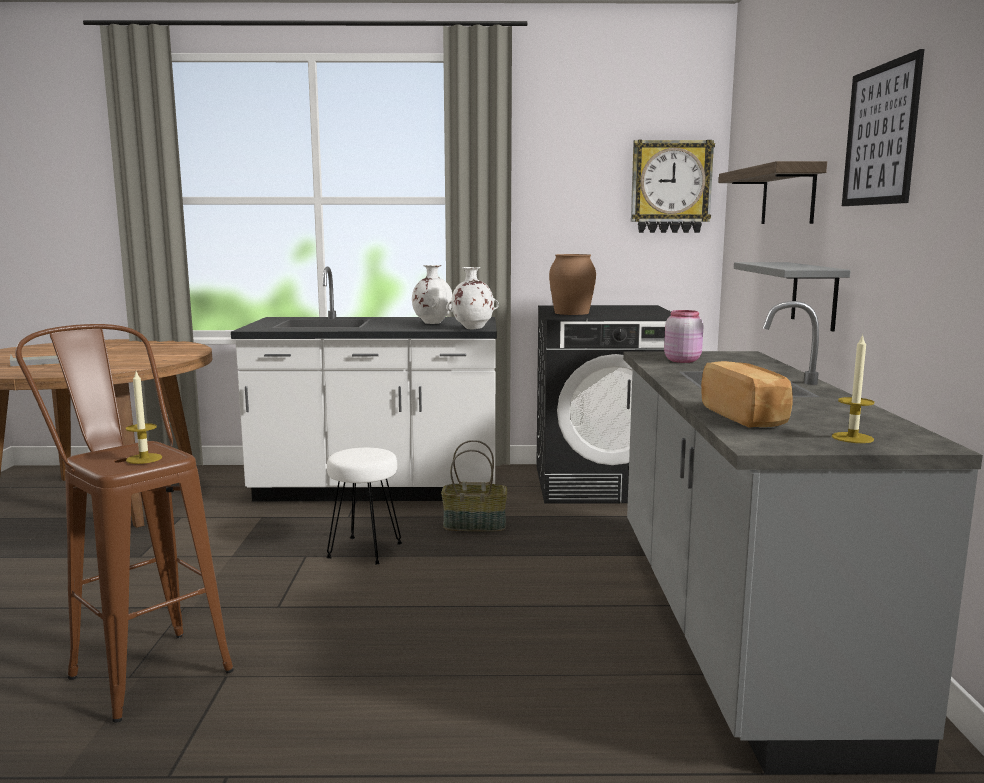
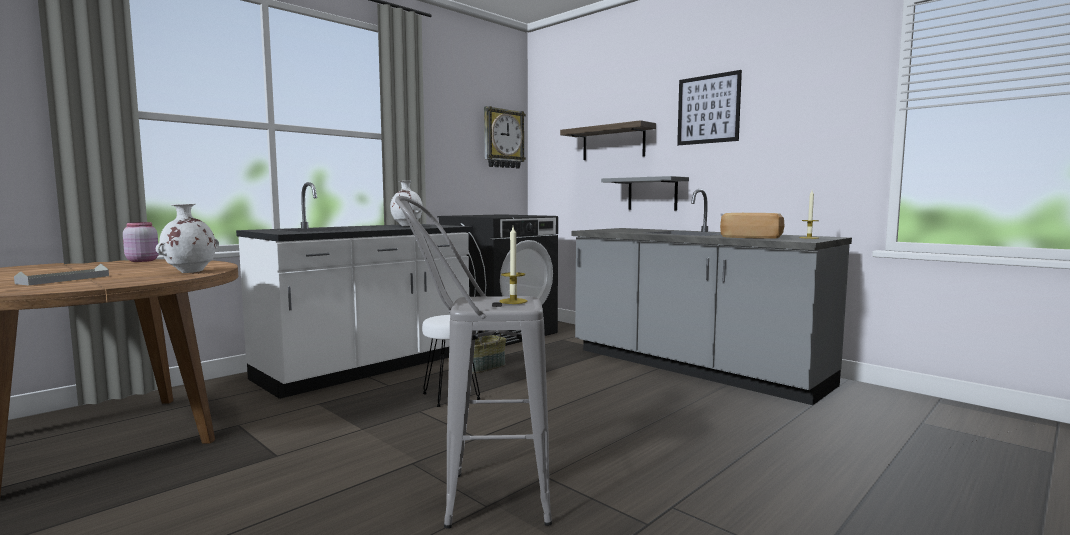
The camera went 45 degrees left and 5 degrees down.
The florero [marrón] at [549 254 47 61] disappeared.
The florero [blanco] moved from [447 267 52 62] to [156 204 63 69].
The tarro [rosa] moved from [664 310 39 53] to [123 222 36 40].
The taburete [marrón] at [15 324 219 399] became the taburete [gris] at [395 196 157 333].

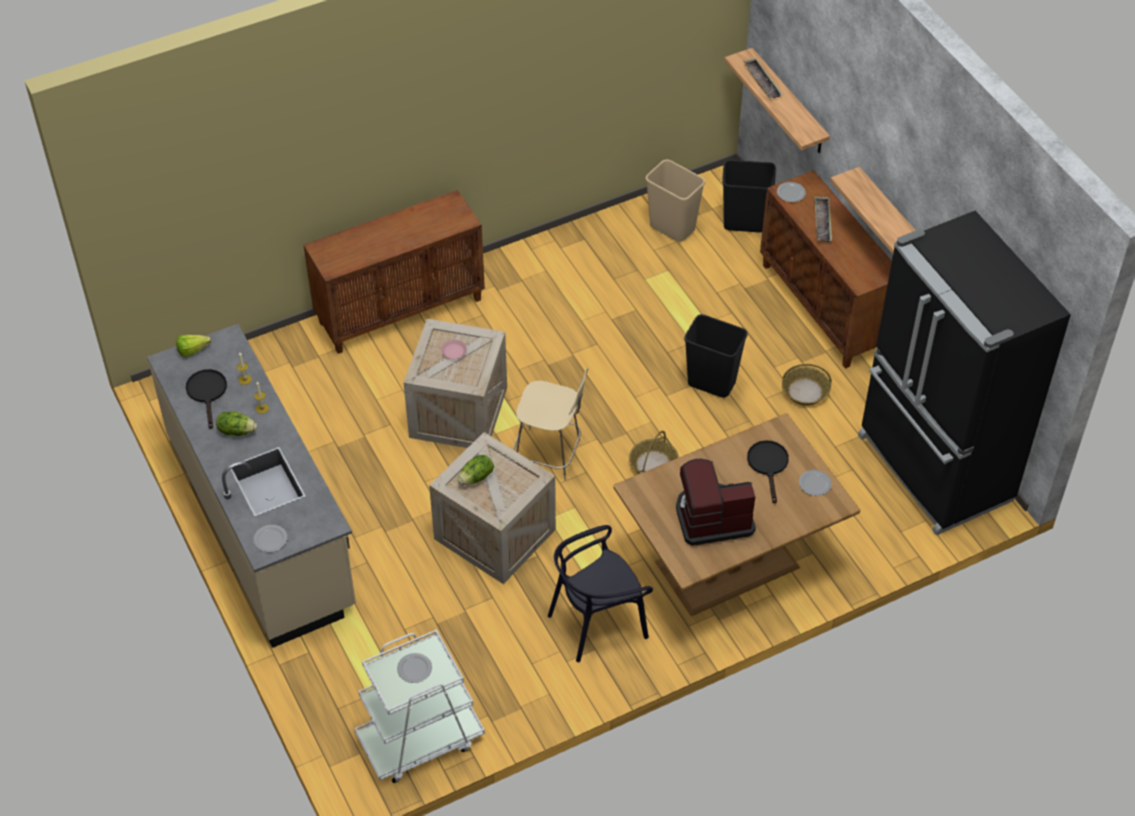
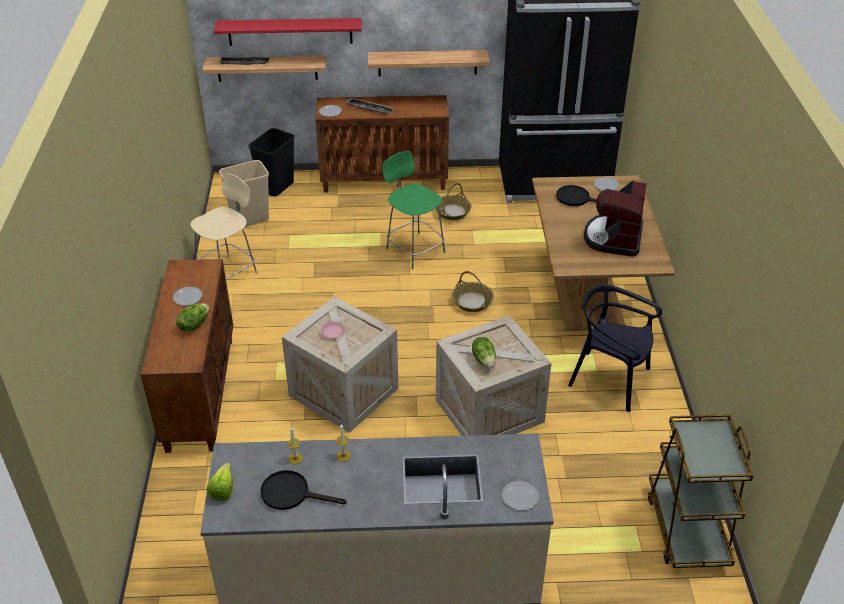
The camera went 65 degrees left and 10 degrees down.
The papelera [negro] at [684 314 64 84] was replaced by the taburete [verde] at [382 151 63 118].
The taburete [beis] moved from [513 368 75 113] to [190 173 67 106].
The lechuga moved from [216 411 41 25] to [176 303 34 29].
The silla [negro] at [548 525 105 137] turned 120 degrees clockwise.
The carrito [blanco] at [354 629 131 154] became the carrito [marrón] at [648 414 106 154].
The plato moved from [397 653 35 30] to [173 287 29 19].
The estante [rojo] at [213 18 149 28] appeared.

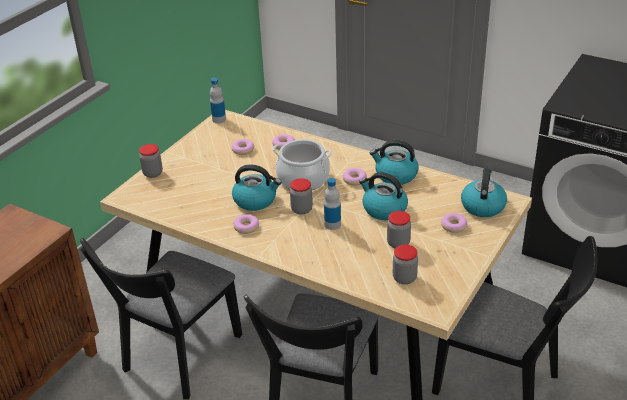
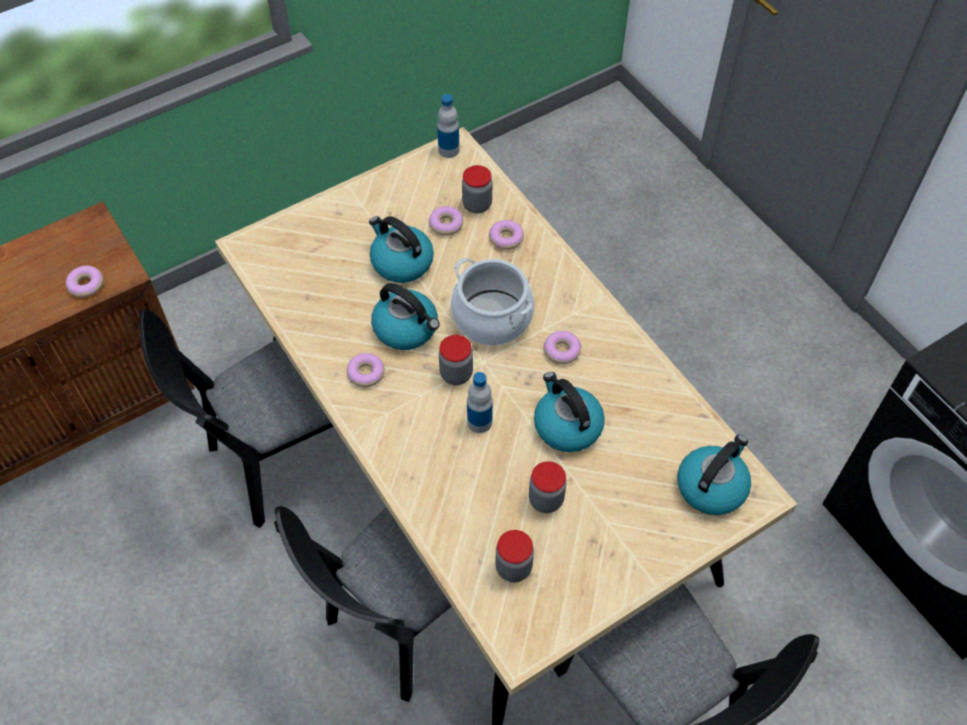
The camera went 25 degrees right and 20 degrees up.
The hervidor moved from [370 140 49 45] to [369 216 65 67].
The tarro moved from [139 144 24 34] to [462 165 30 48].
The rosquilla moved from [441 213 27 20] to [66 266 37 31].

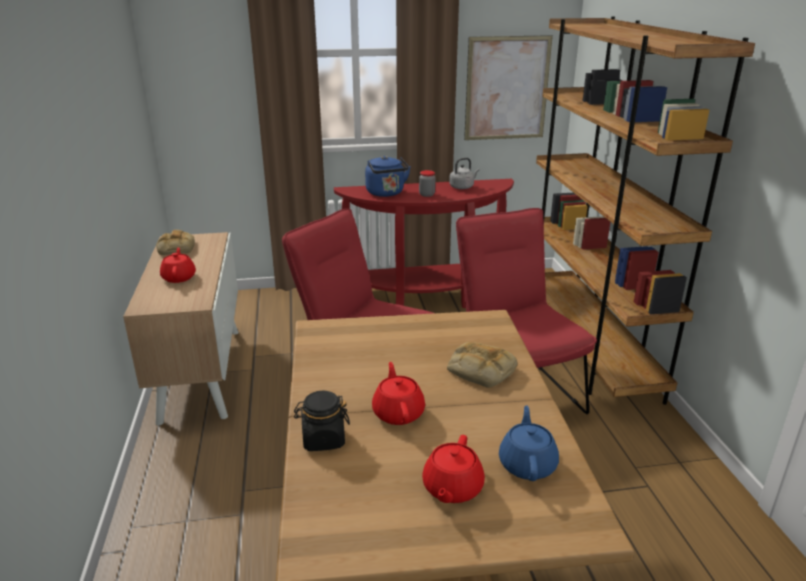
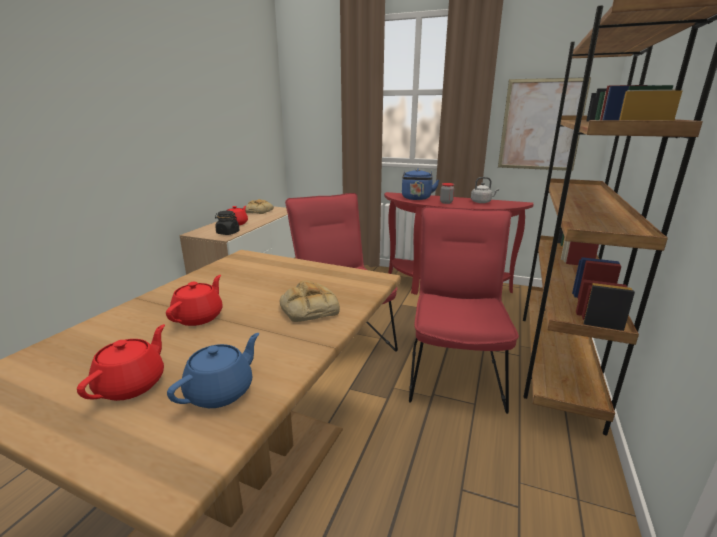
The camera went 30 degrees right and 5 degrees down.
The tarro [negro] moved from [294 391 56 60] to [215 210 25 25].
The tetera [rojo] at [422 435 63 68] turned 150 degrees clockwise.

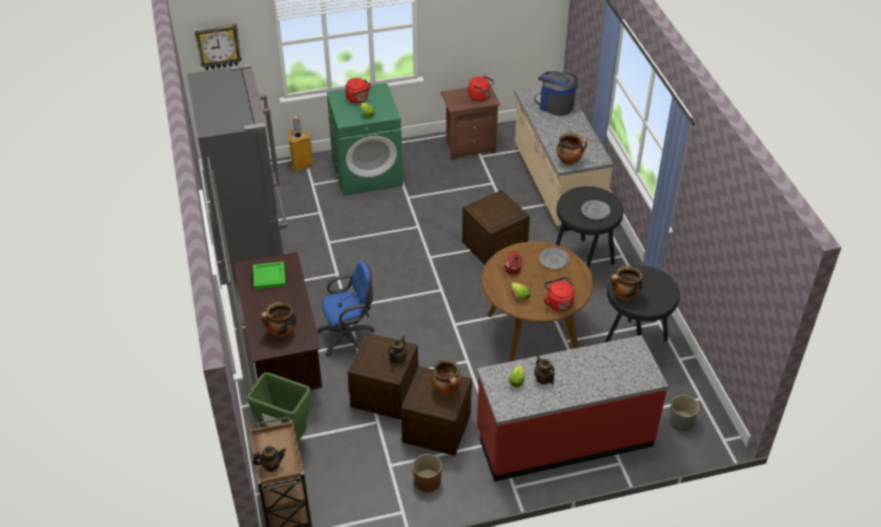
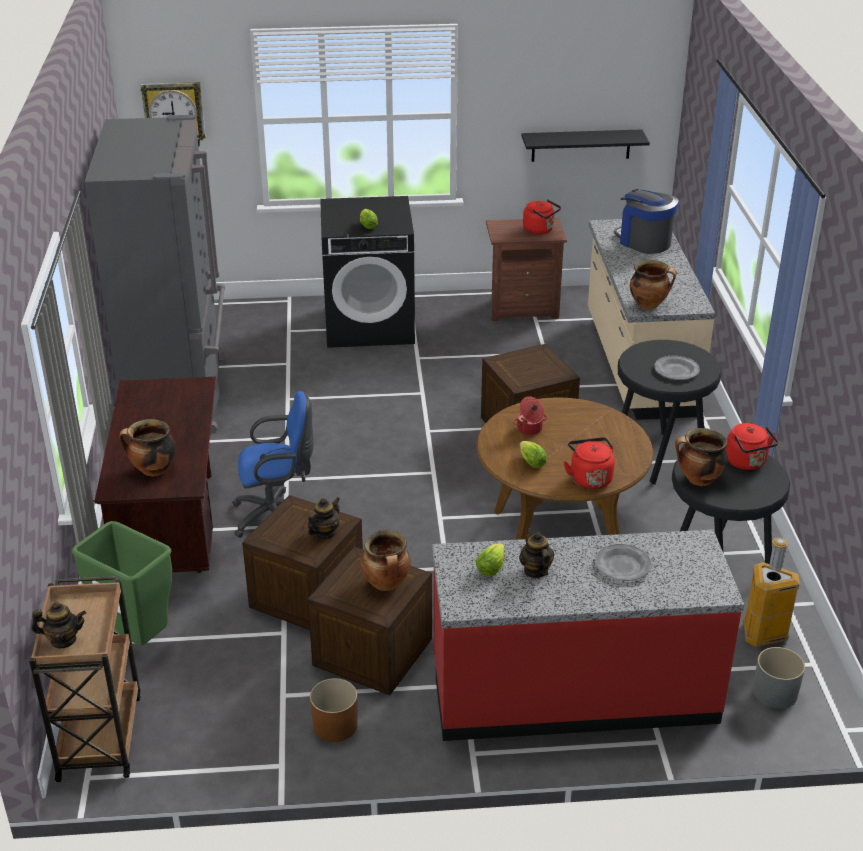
The camera went 10 degrees right and 10 degrees down.
The hervidor [rojo] moved from [345 78 26 25] to [726 423 53 47].
The lavadora [verde] at [326 83 77 113] became the lavadora [negro] at [320 196 95 152].
The papelera moved from [288 115 25 57] to [744 537 56 110].
The plato [gris] moved from [539 248 31 21] to [595 544 57 37].
The bandeja [verde] at [253 262 33 27] disappeared.
The estante [negro] at [521 129 129 33] appeared.

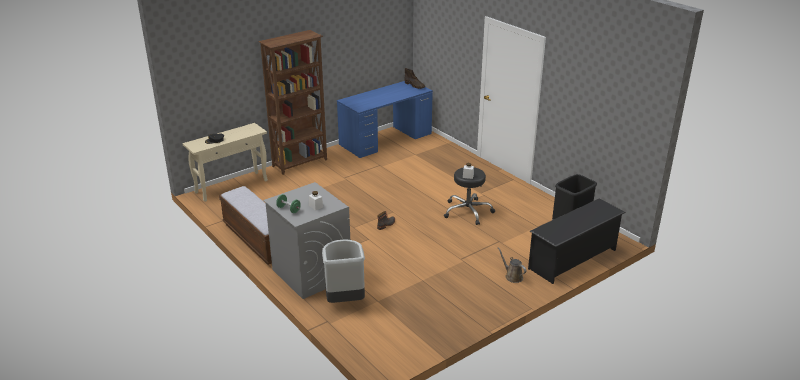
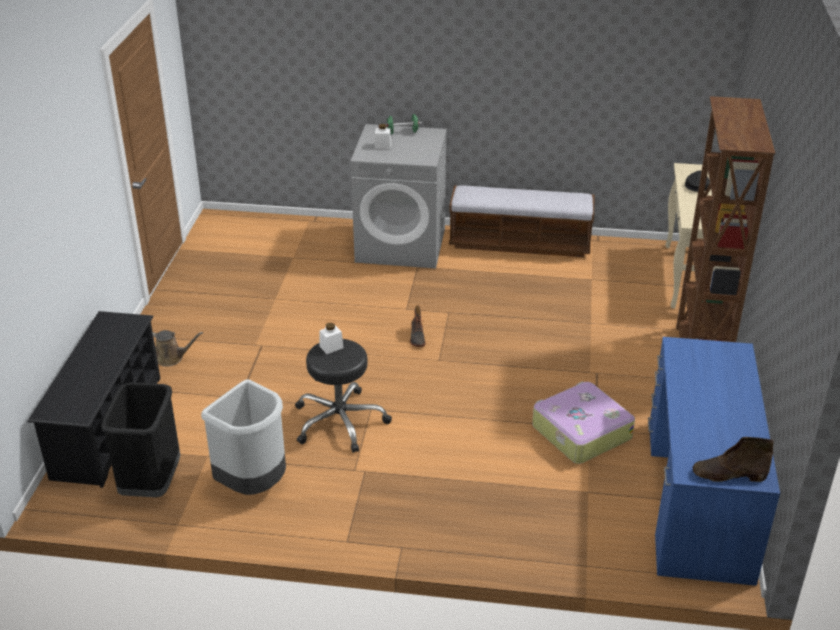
The camera went 135 degrees right and 5 degrees up.
The papelera [gris] moved from [322 239 43 64] to [201 380 85 115].
The maleta at [532 381 103 83] appeared.

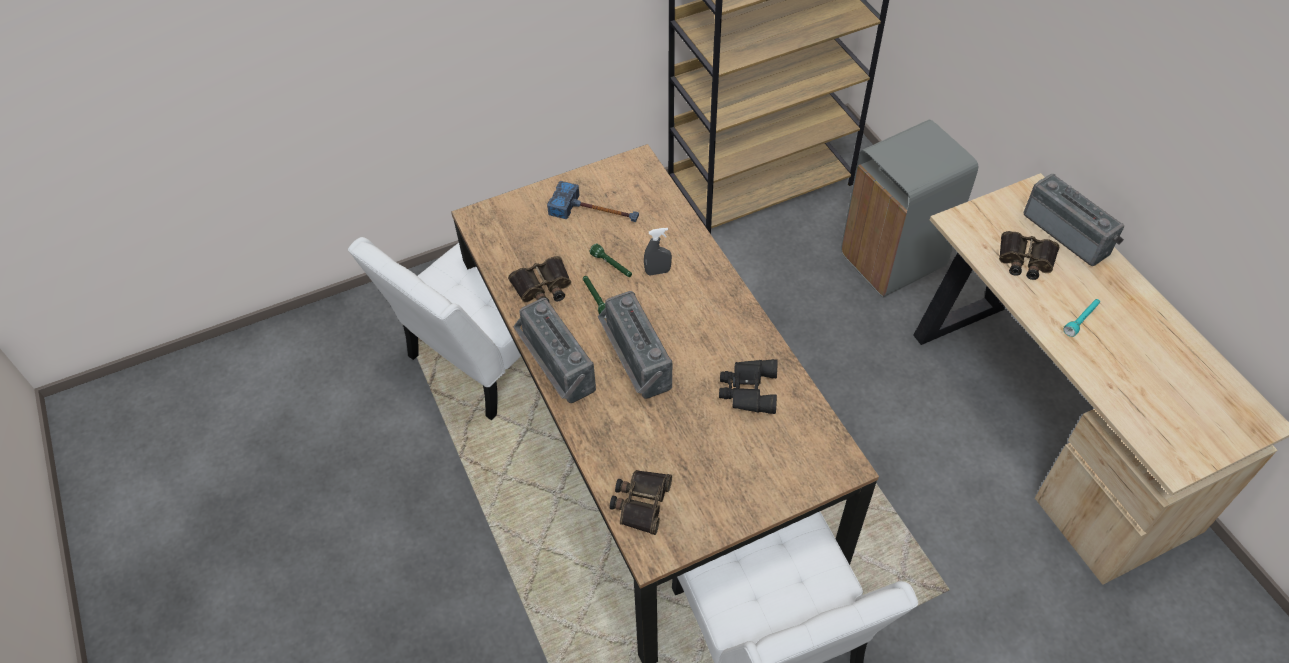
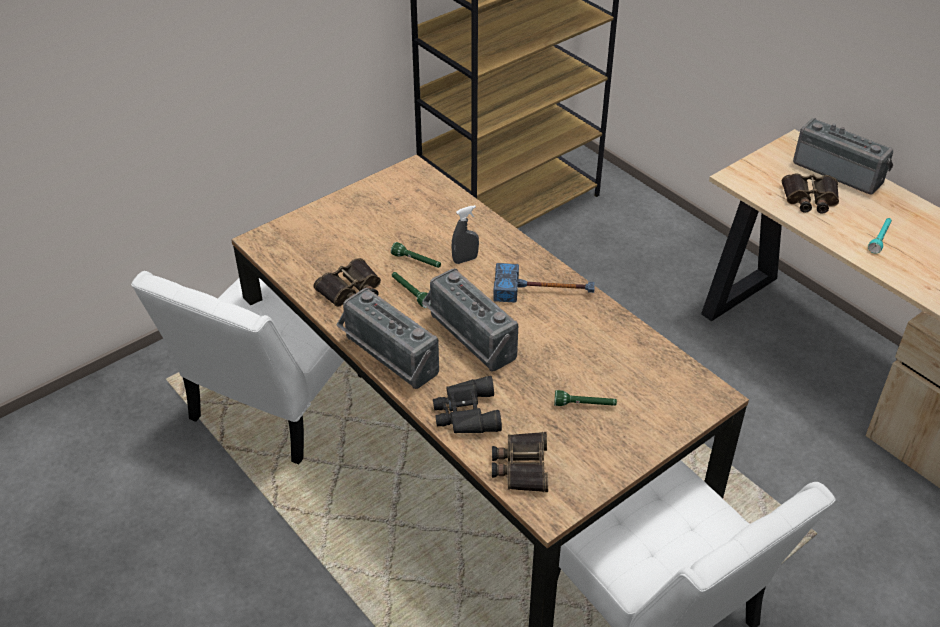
The camera went 15 degrees left and 10 degrees down.
The papelera [gris] at [841 120 137 177] disappeared.
The martillo moved from [547 181 92 41] to [493 263 102 39].
The prismáticos [negro] moved from [719 359 59 55] to [433 376 69 57].
The linterna [verde] at [554 390 63 16] appeared.

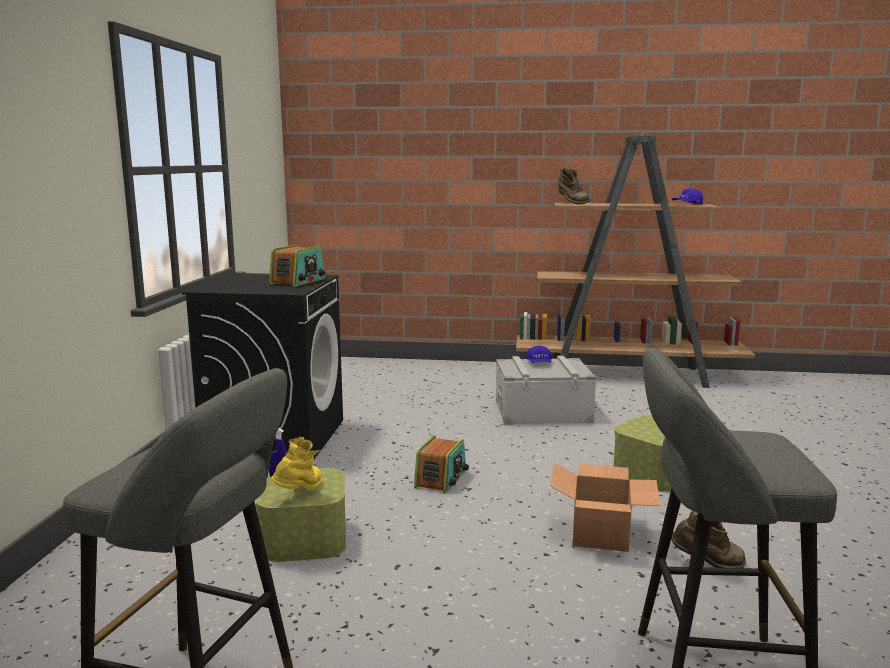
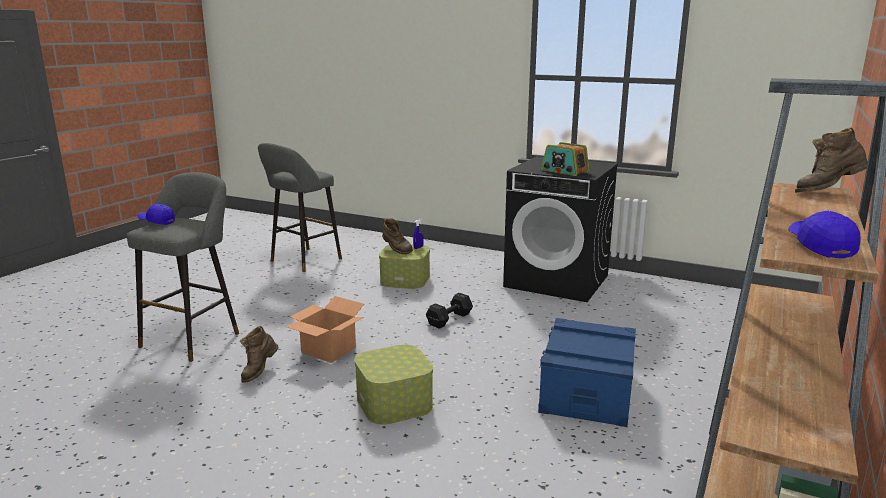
The camera went 110 degrees right and 5 degrees up.
The gorra [azul] moved from [526 346 26 17] to [138 204 37 21].
The caja de almacenaje [gris] at [496 356 100 69] became the caja de almacenaje [azul] at [538 318 98 109].
The radio at [414 435 55 59] was replaced by the mancuerna [negro] at [426 293 47 36].
The bota [amarillo] at [270 437 52 53] became the bota [marrón] at [382 218 31 36].

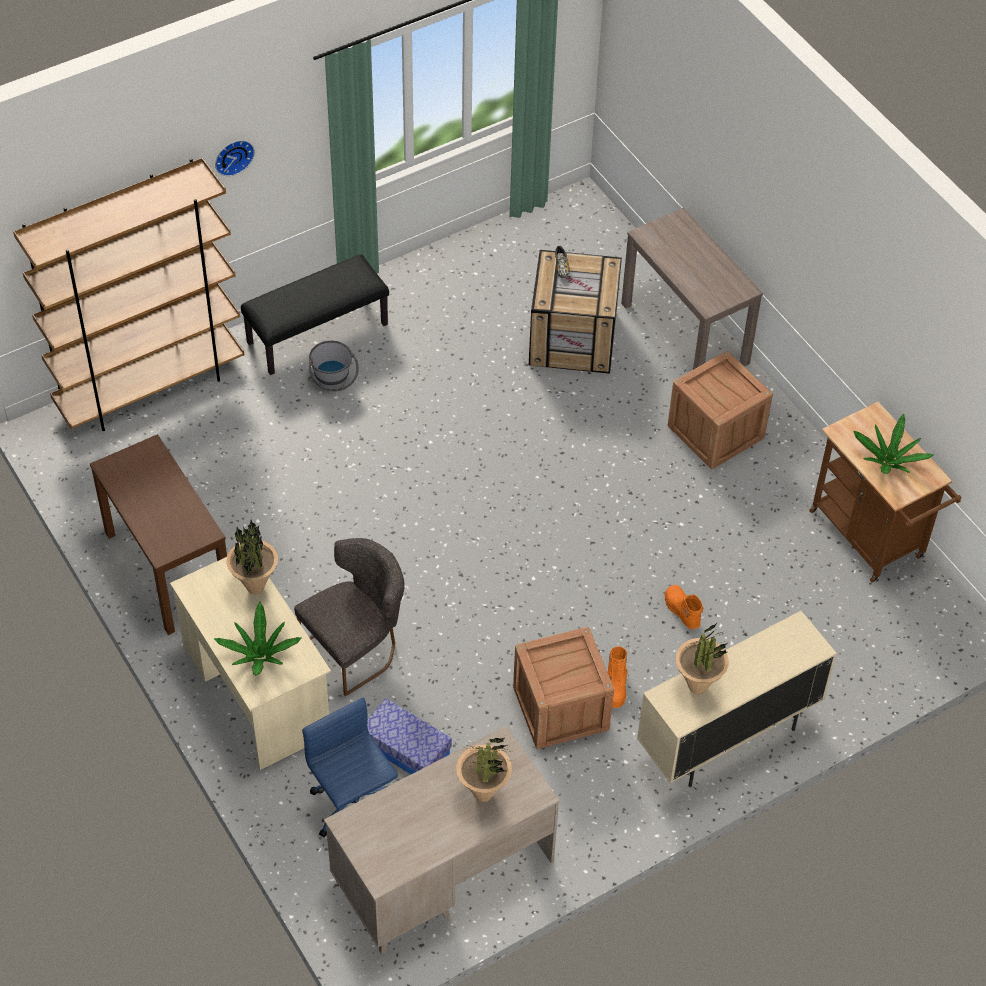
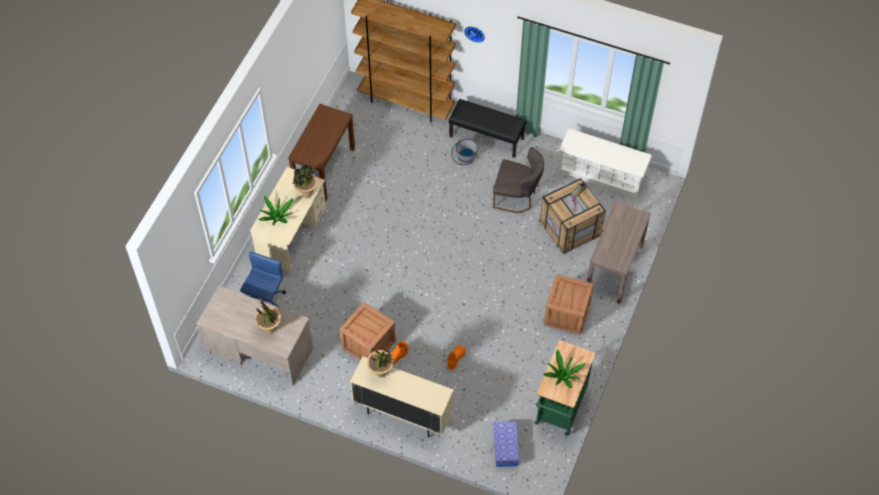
The camera went 55 degrees right and 5 degrees up.
The carrito [marrón] at [809 402 152 181] became the carrito [verde] at [534 340 62 96].
The silla [gris] moved from [294 538 111 158] to [493 147 51 66].
The caja de almacenaje moved from [367 698 85 76] to [493 422 26 45].
The zapatero [blanco] at [558 128 94 71] appeared.

